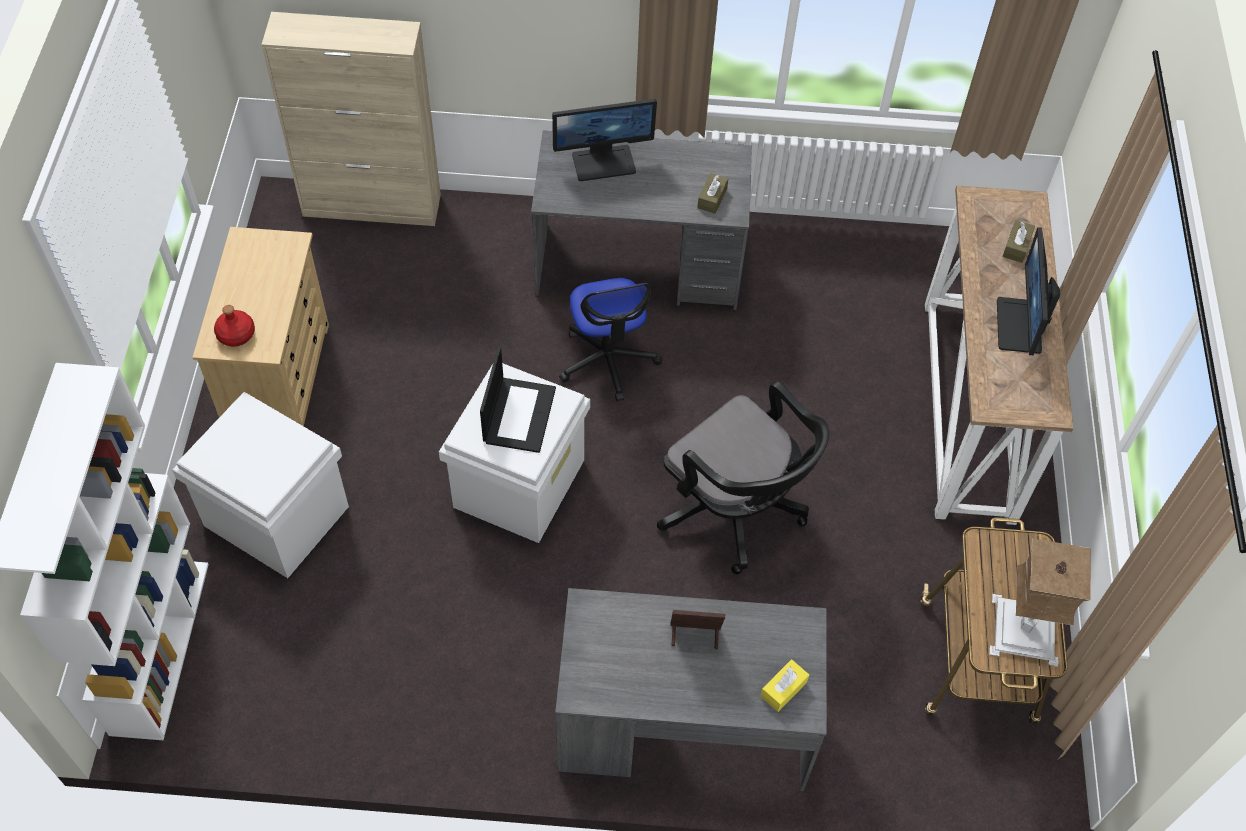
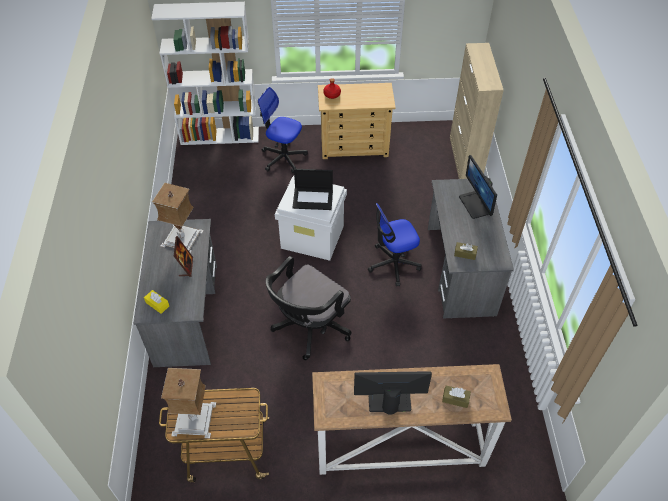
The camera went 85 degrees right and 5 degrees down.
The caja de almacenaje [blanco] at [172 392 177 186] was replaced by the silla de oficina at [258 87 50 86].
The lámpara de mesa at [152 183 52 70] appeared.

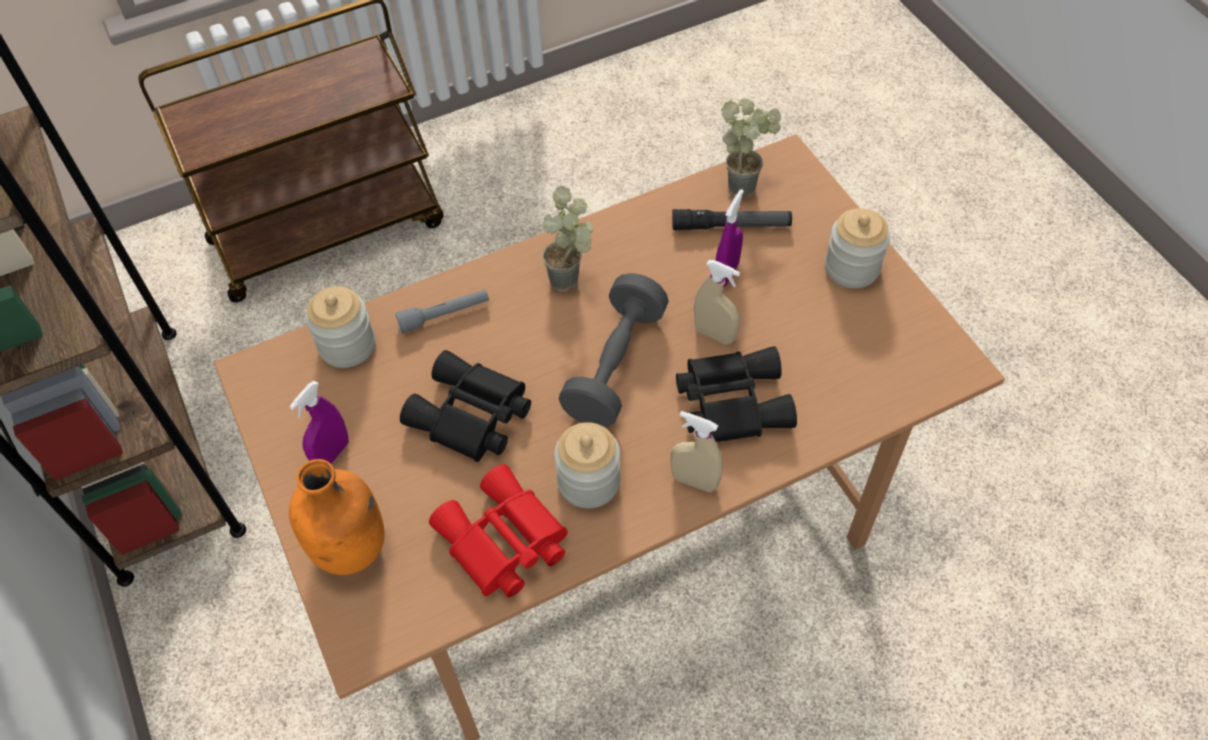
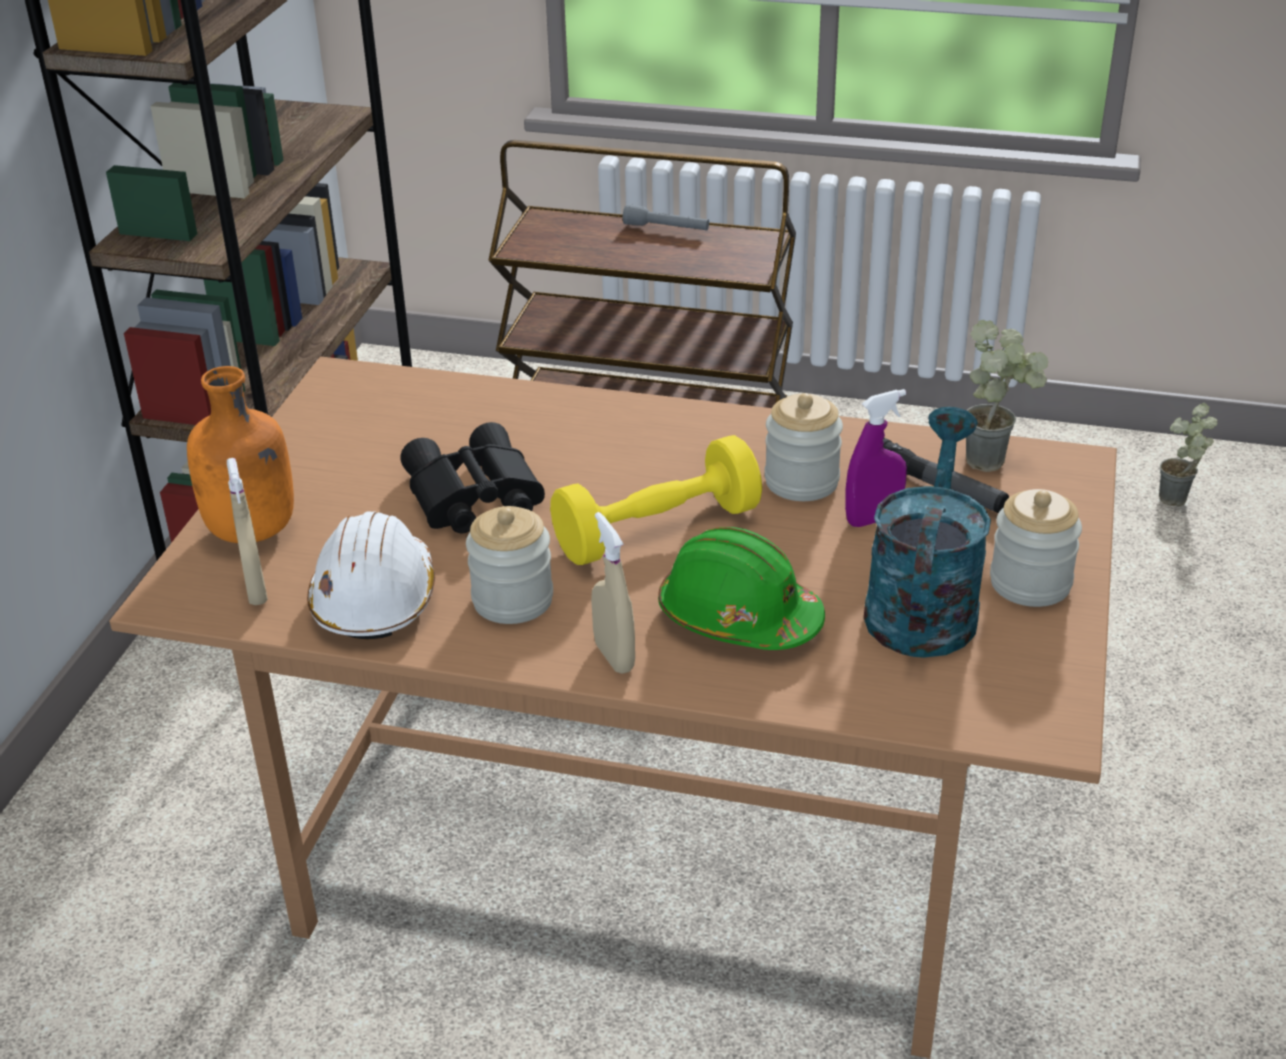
The camera went 40 degrees right and 20 degrees down.
The planta en maceta moved from [542 186 52 106] to [1159 403 59 103].
The pulverizador [beis] moved from [694 260 46 85] to [227 458 41 147].
The mancuerna [gris] at [559 273 110 154] became the mancuerna [amarillo] at [550 435 212 130].
The tarro moved from [306 286 69 82] to [765 393 78 108].
The linterna [gris] moved from [395 289 94 45] to [623 204 86 26].
The prismáticos [negro] at [676 346 121 96] was replaced by the casco [verde] at [658 527 167 123].
The pulverizador [morado] at [289 381 60 83] disappeared.
The prismáticos [rojo] at [429 464 139 133] was replaced by the casco [blanco] at [307 512 128 128].
The regadera [turquesa] at [864 407 127 251] appeared.

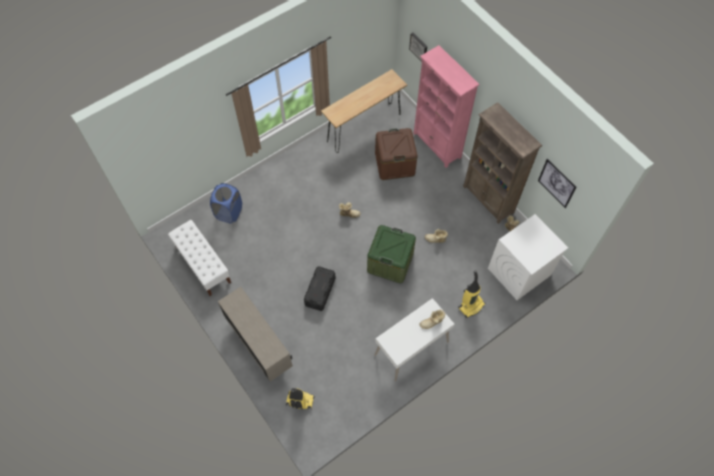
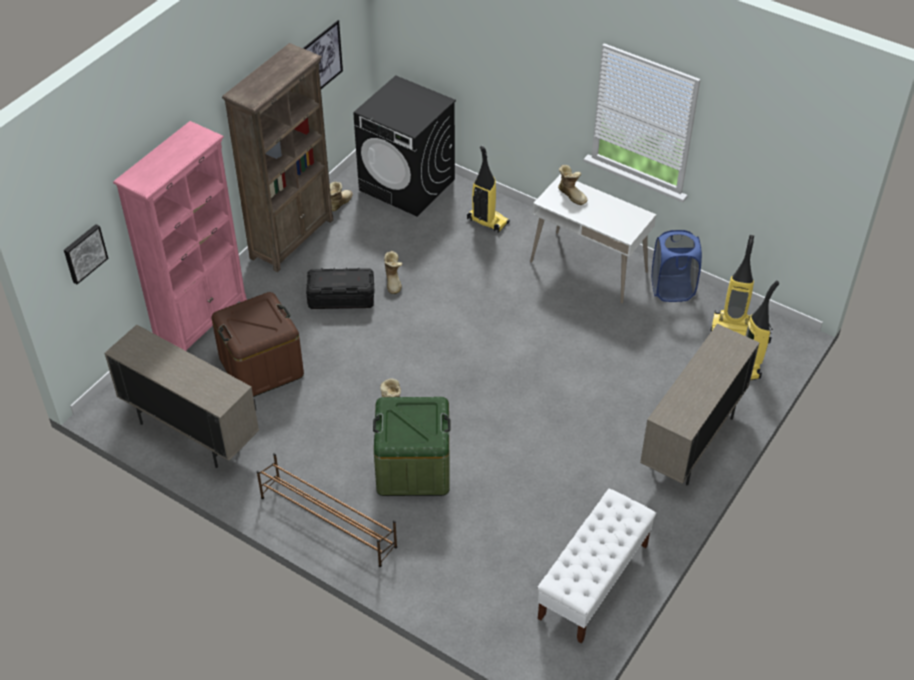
The camera went 110 degrees left and 15 degrees down.
The mesa consola [marrón] at [321 69 86 84] was replaced by the armario [beis] at [104 325 155 143].
The cesto de la ropa [azul] moved from [210 183 32 40] to [652 230 50 72].
The lavadora [blanco] at [488 214 80 86] became the lavadora [negro] at [353 75 103 141].
The caja de almacenaje [verde] moved from [367 225 49 58] to [373 397 78 99].
The caja de almacenaje [negro] moved from [304 266 32 45] to [306 267 68 42].
The aspiradora at [710 235 44 101] appeared.
The zapatero [marrón] at [257 453 140 114] appeared.

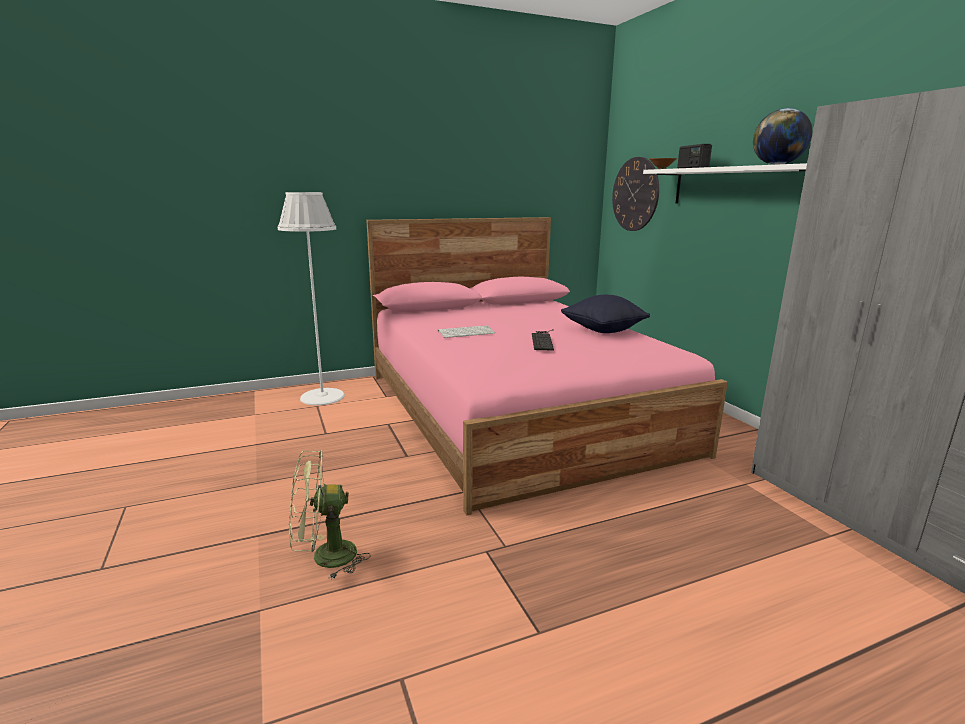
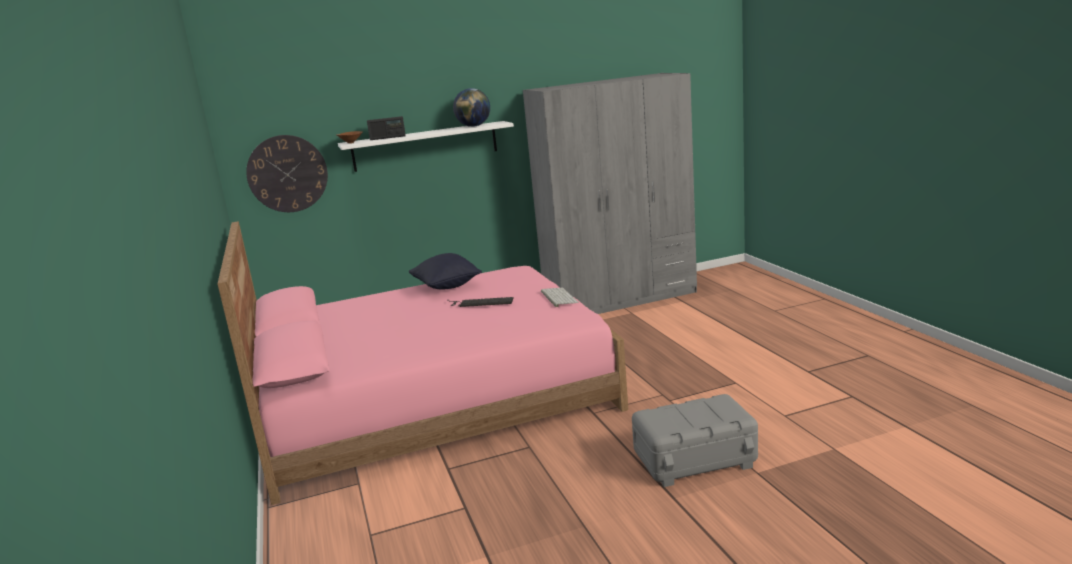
The camera went 85 degrees left and 0 degrees up.
The lámpara de pie [blanco] at [278 192 67 213] disappeared.
The teclado moved from [438 325 57 13] to [541 288 38 19].
The ventilador [verde] at [289 450 82 130] was replaced by the caja de almacenaje [gris] at [632 394 126 93].

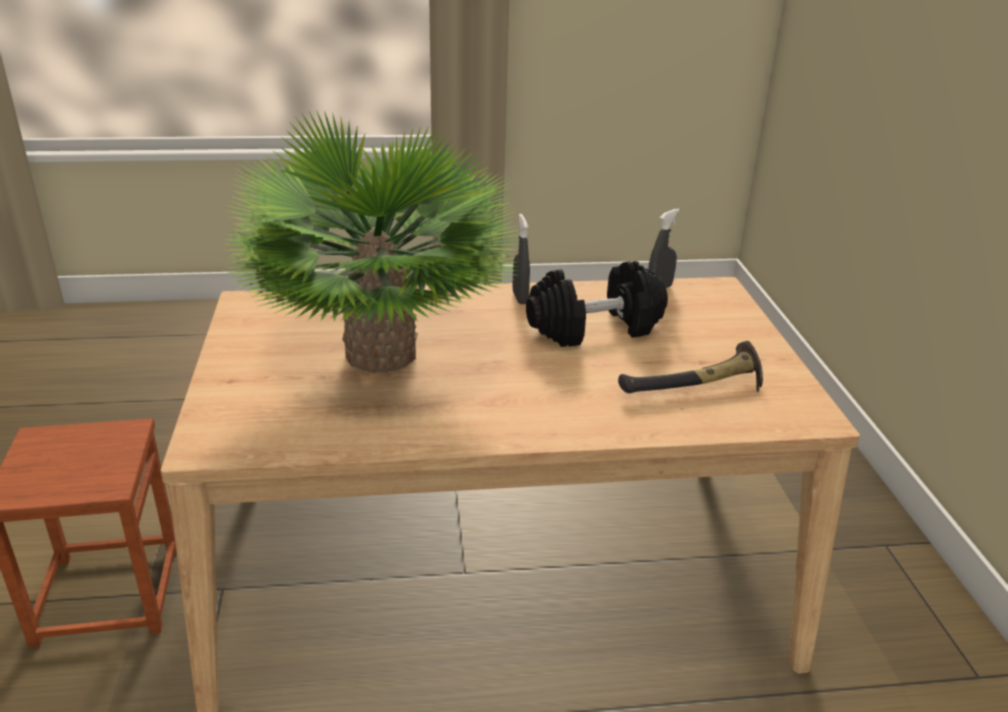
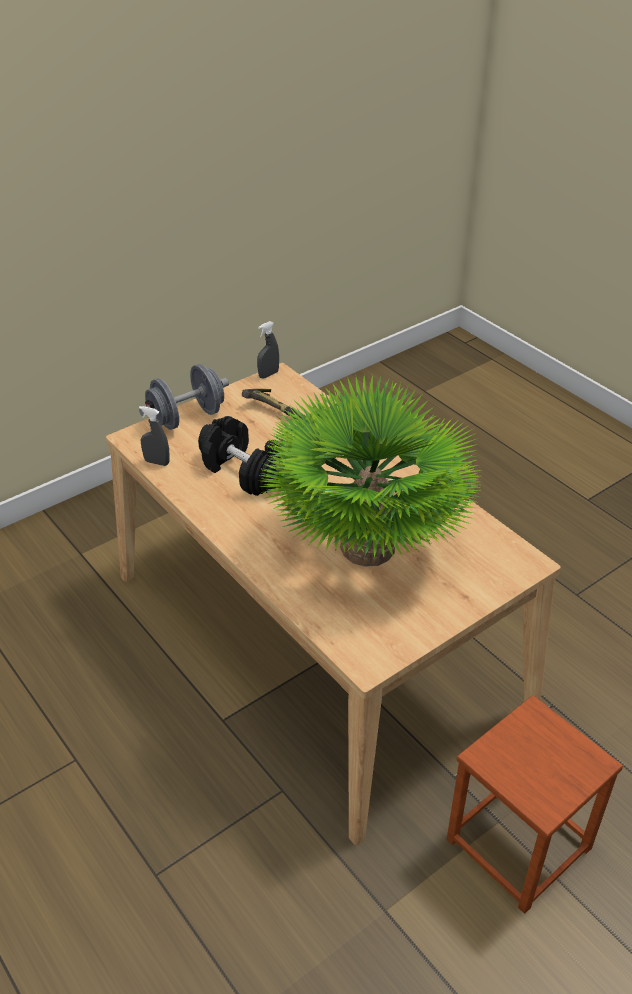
The camera went 120 degrees left and 10 degrees up.
The pulverizador [gris] moved from [513 214 17 90] to [257 321 22 58].
The mancuerna [gris] at [139 364 90 66] appeared.

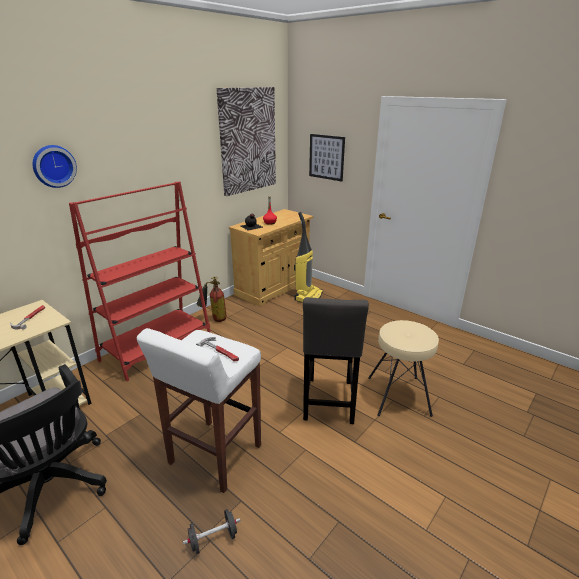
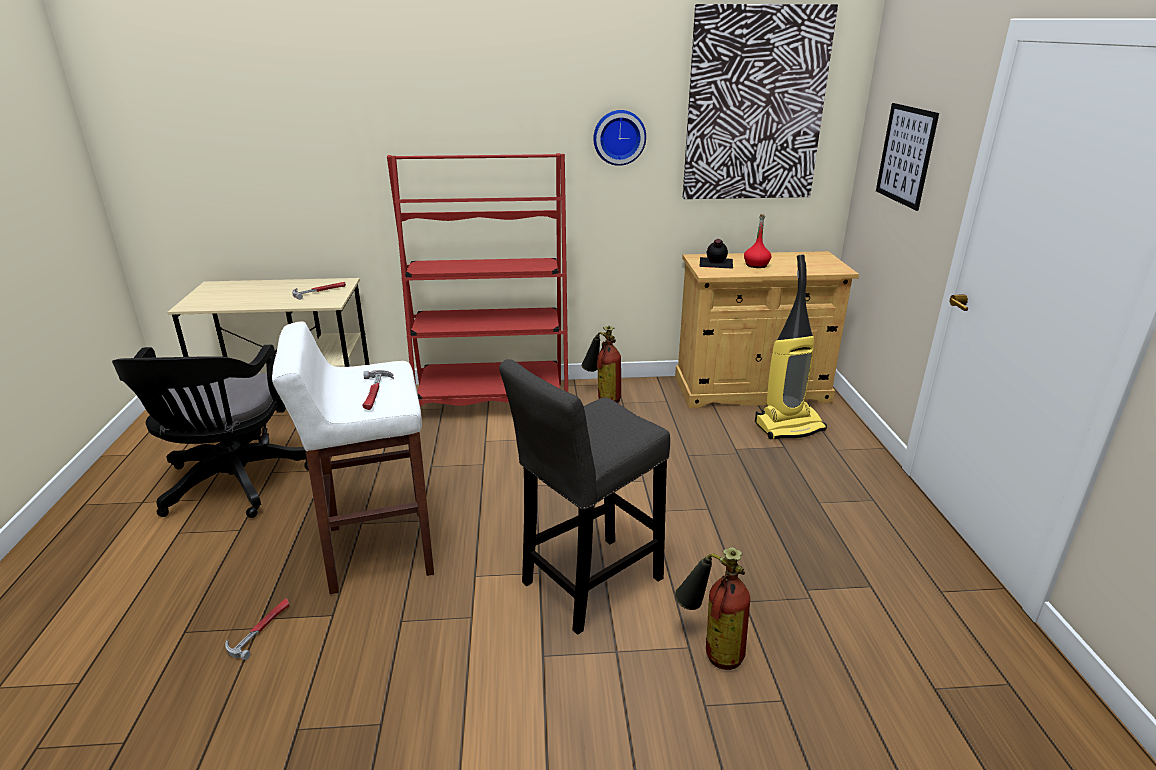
The camera went 45 degrees right and 0 degrees up.
The reloj de pared moved from [33 145 44 43] to [593 110 53 56].
The taburete [beis] at [368 320 71 97] was replaced by the extintor at [675 547 75 123].
The mancuerna [negro] at [183 509 58 45] was replaced by the martillo at [225 598 64 62].

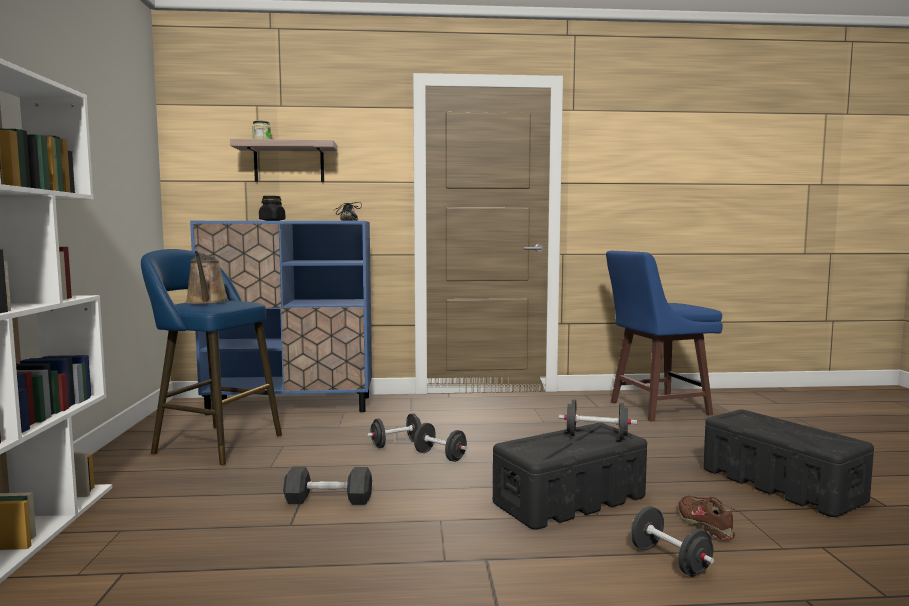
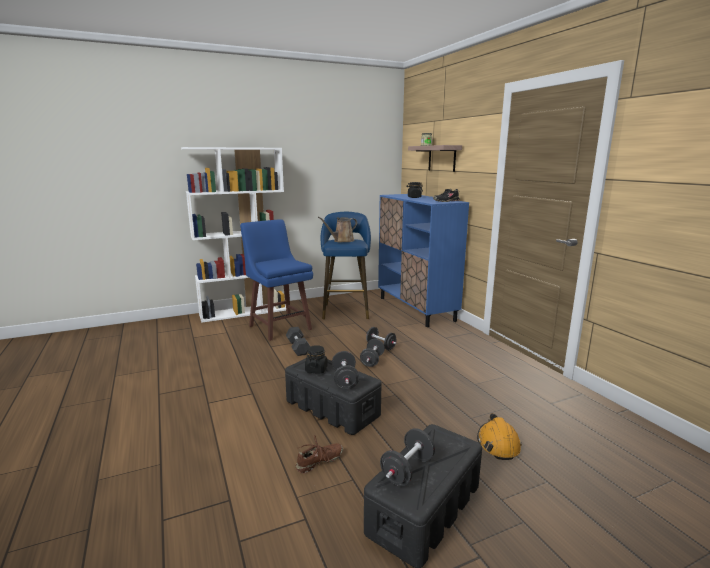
The camera went 70 degrees right and 10 degrees up.
The taburete [azul] moved from [606 251 117 171] to [240 219 73 122].
The mancuerna [negro] moved from [631 506 83 71] to [380 428 55 58].
The tarro [negro] at [305 345 23 28] appeared.
The casco [naranja] at [477 413 45 47] appeared.

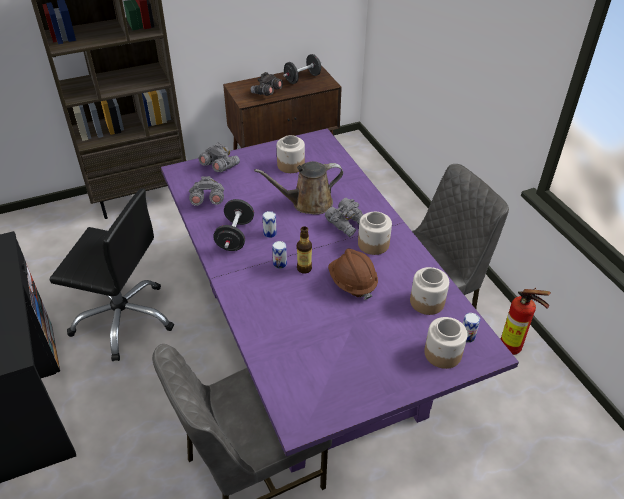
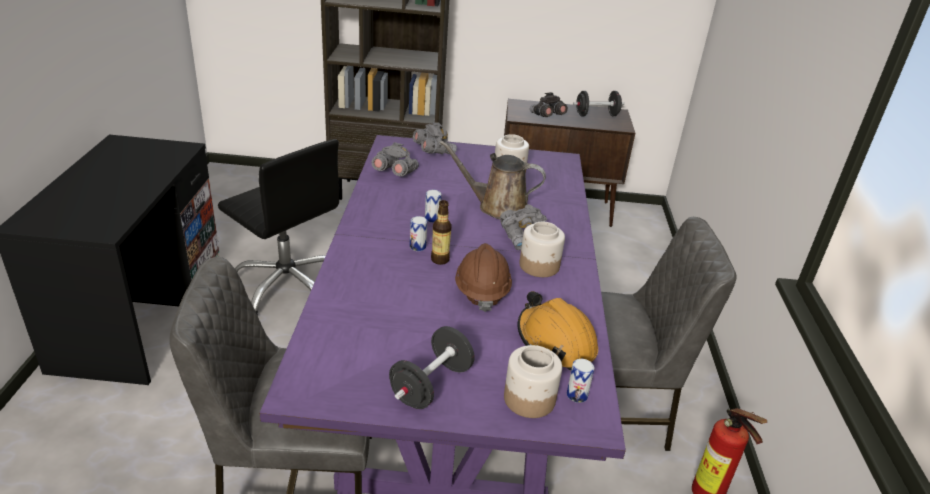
The camera went 25 degrees right and 10 degrees down.
The mancuerna [negro] moved from [213 199 41 52] to [389 326 85 83].
The tarro at [410 267 39 48] was replaced by the casco [naranja] at [517 291 81 79].

